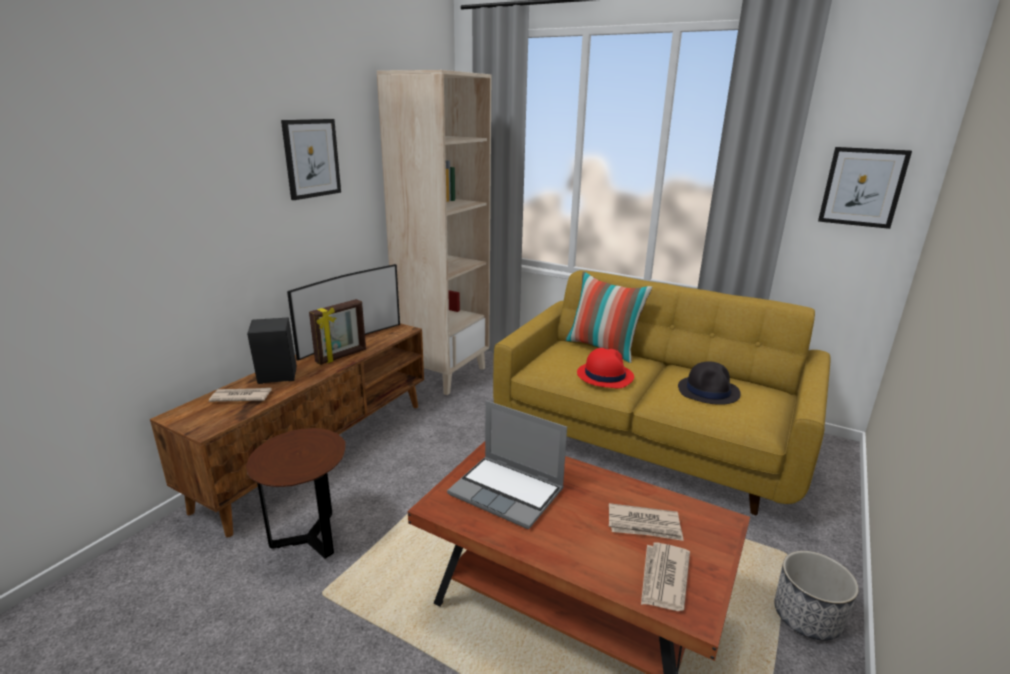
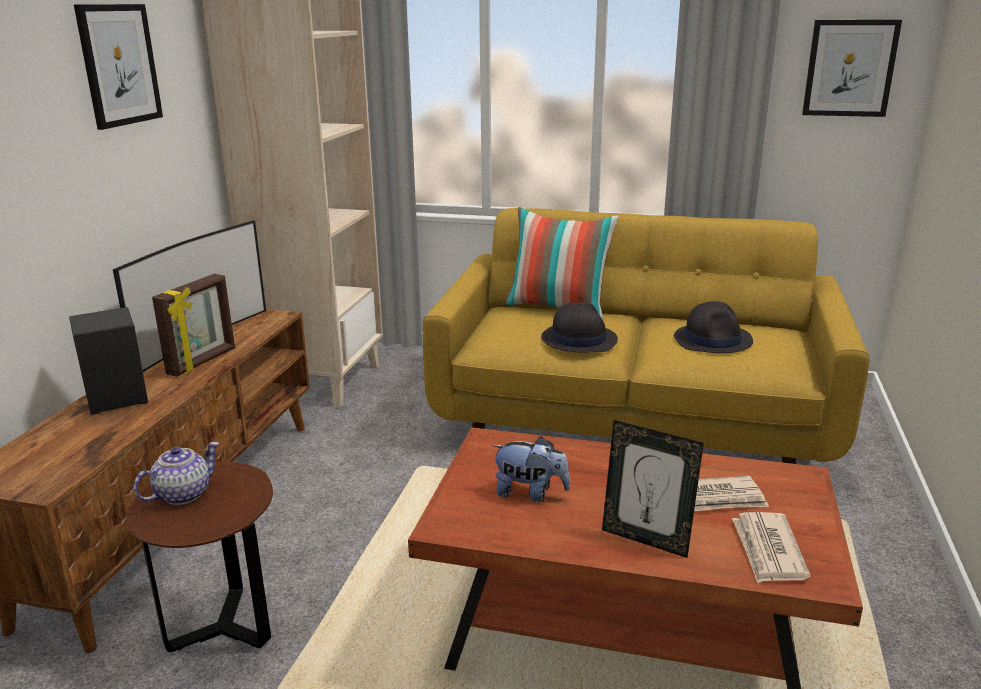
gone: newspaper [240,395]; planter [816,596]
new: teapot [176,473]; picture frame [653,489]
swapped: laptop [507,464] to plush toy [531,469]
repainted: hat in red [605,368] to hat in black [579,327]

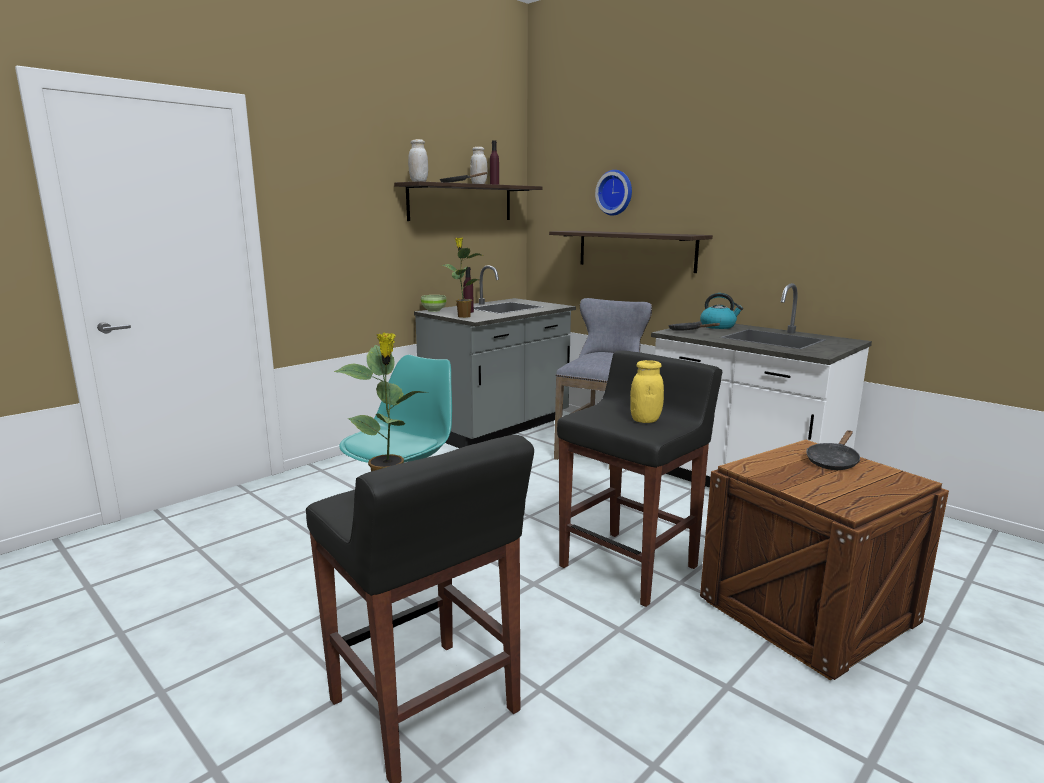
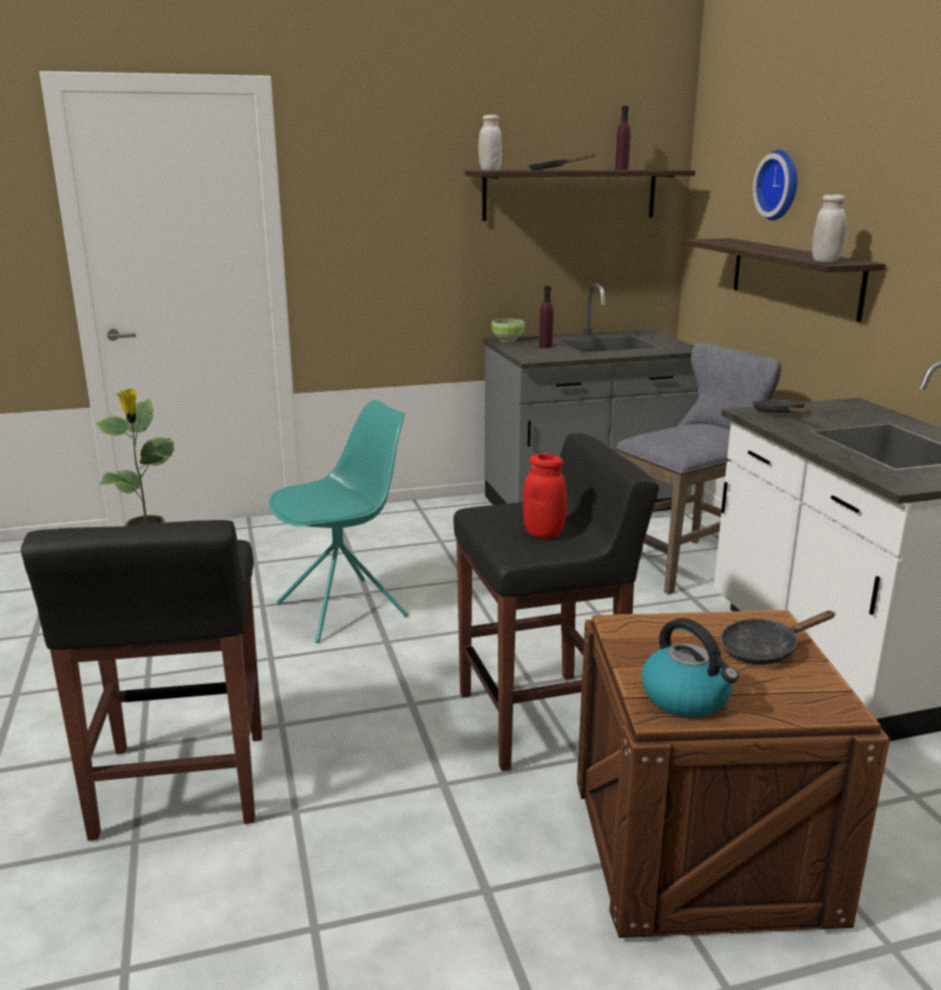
gone: potted plant [462,278]
shifted: kettle [721,311] to [690,667]; jar in white [478,165] to [829,228]
repainted: jar in yellow [647,391] to jar in red [545,496]

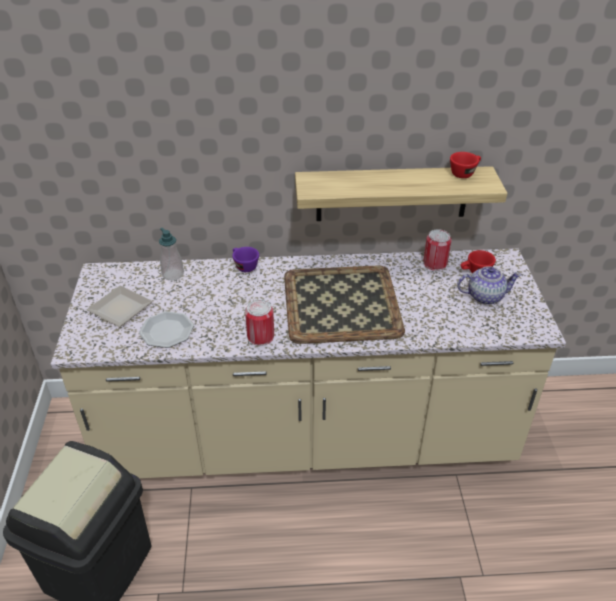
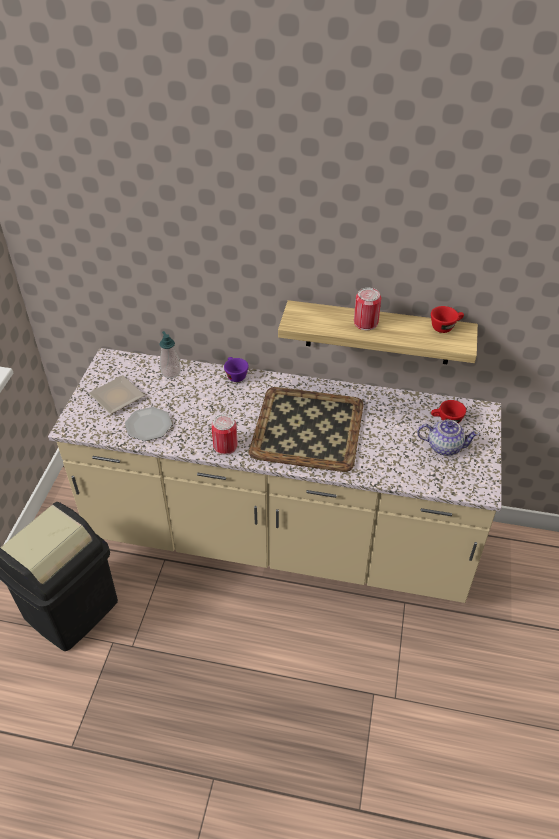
shifted: can [438,250] to [367,309]

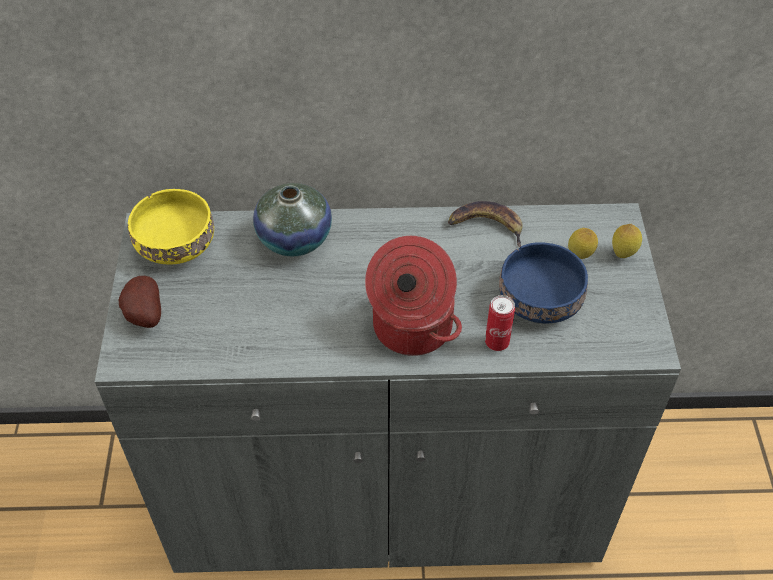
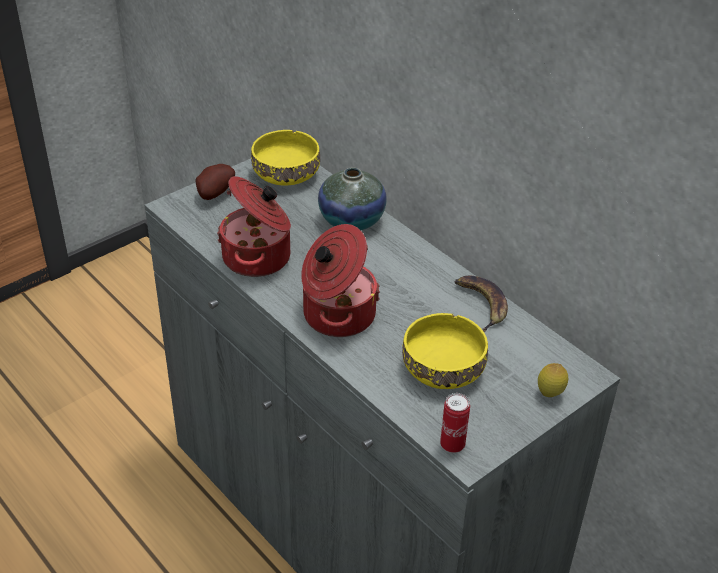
gone: lemon [583,243]
new: cooking pot [254,226]
shifted: can [500,323] to [455,423]
repainted: bowl in blue [543,282] to bowl in yellow [445,351]

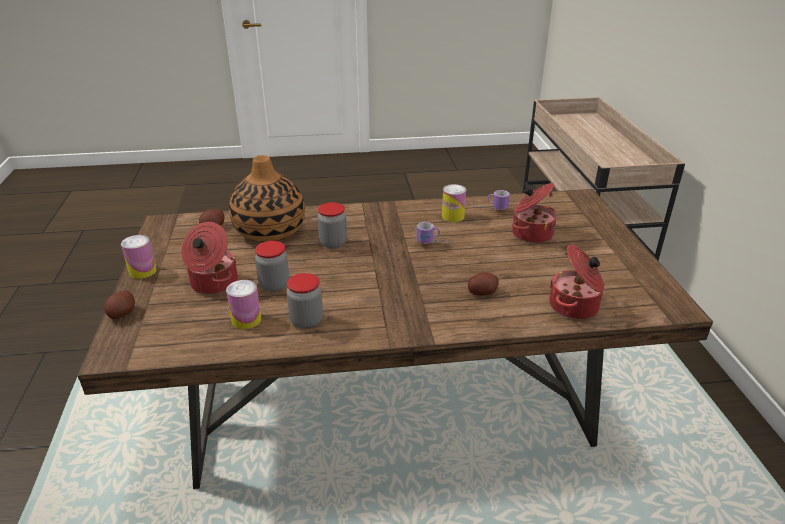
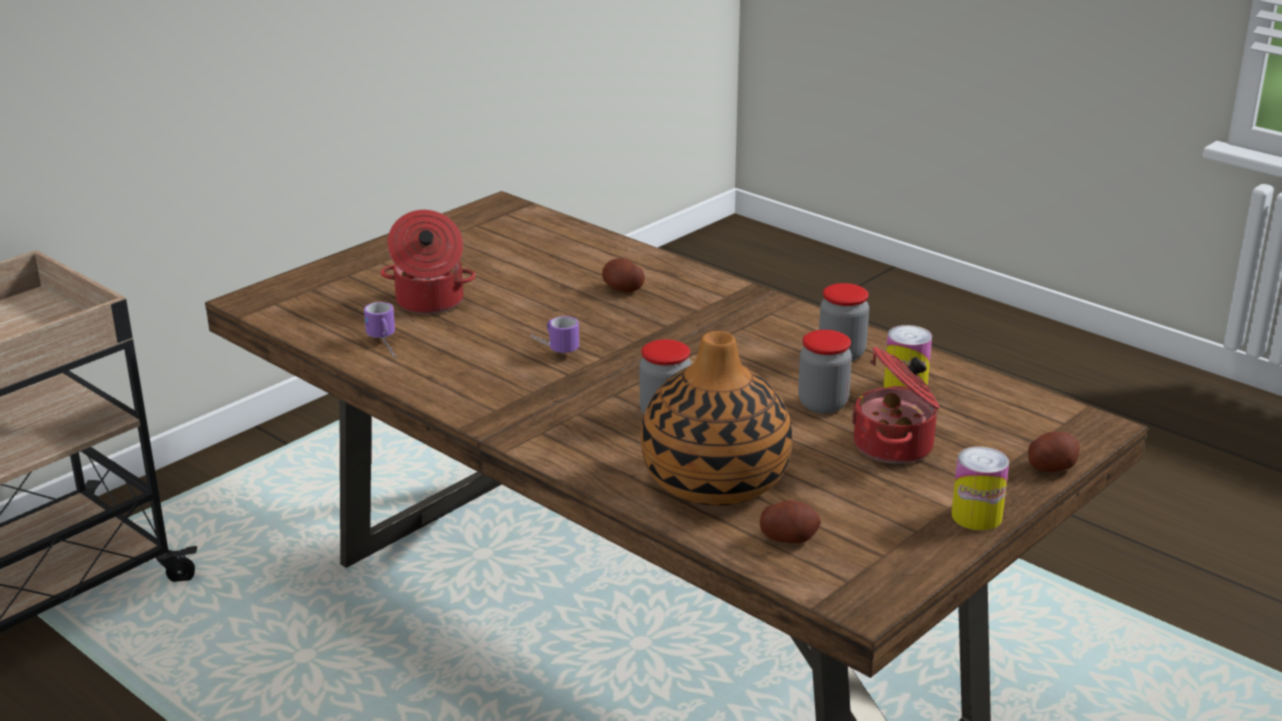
gone: can [454,203]; cooking pot [576,281]

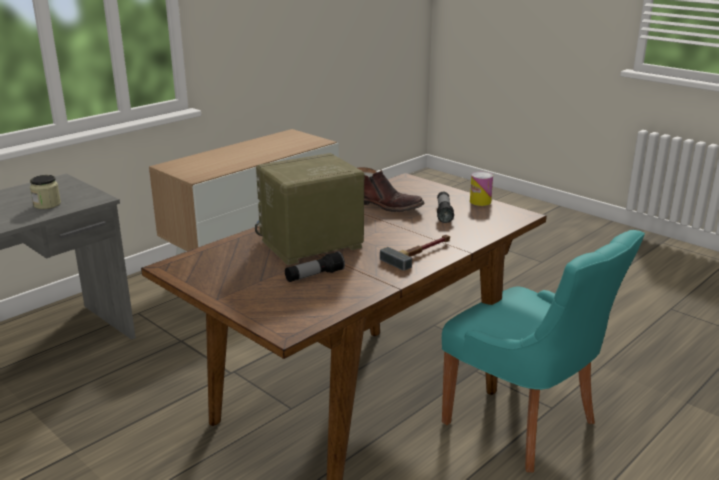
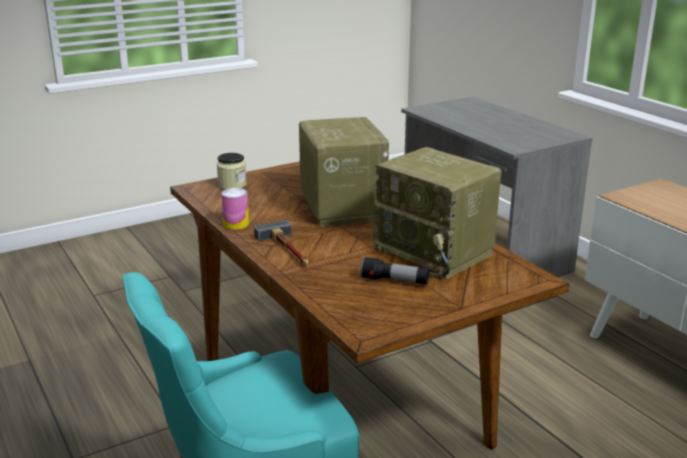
gone: flashlight [315,266]
shifted: jar [45,192] to [232,171]; can [481,189] to [235,209]
swapped: boot in brown [391,189] to radio [437,213]

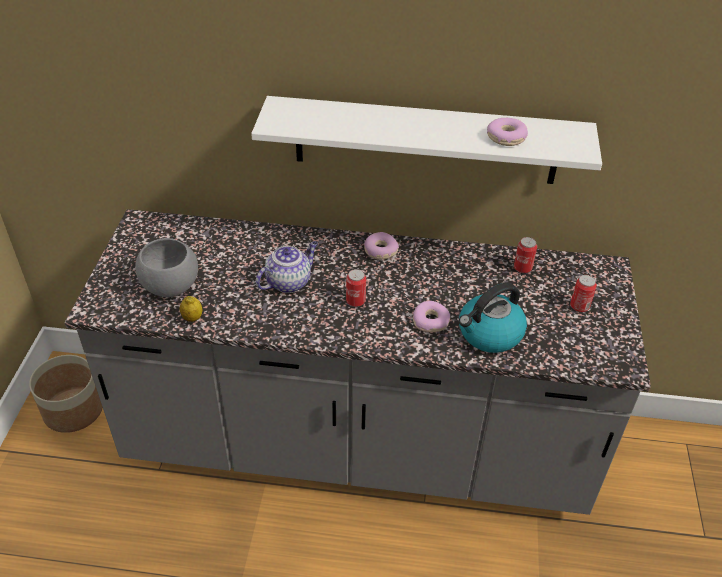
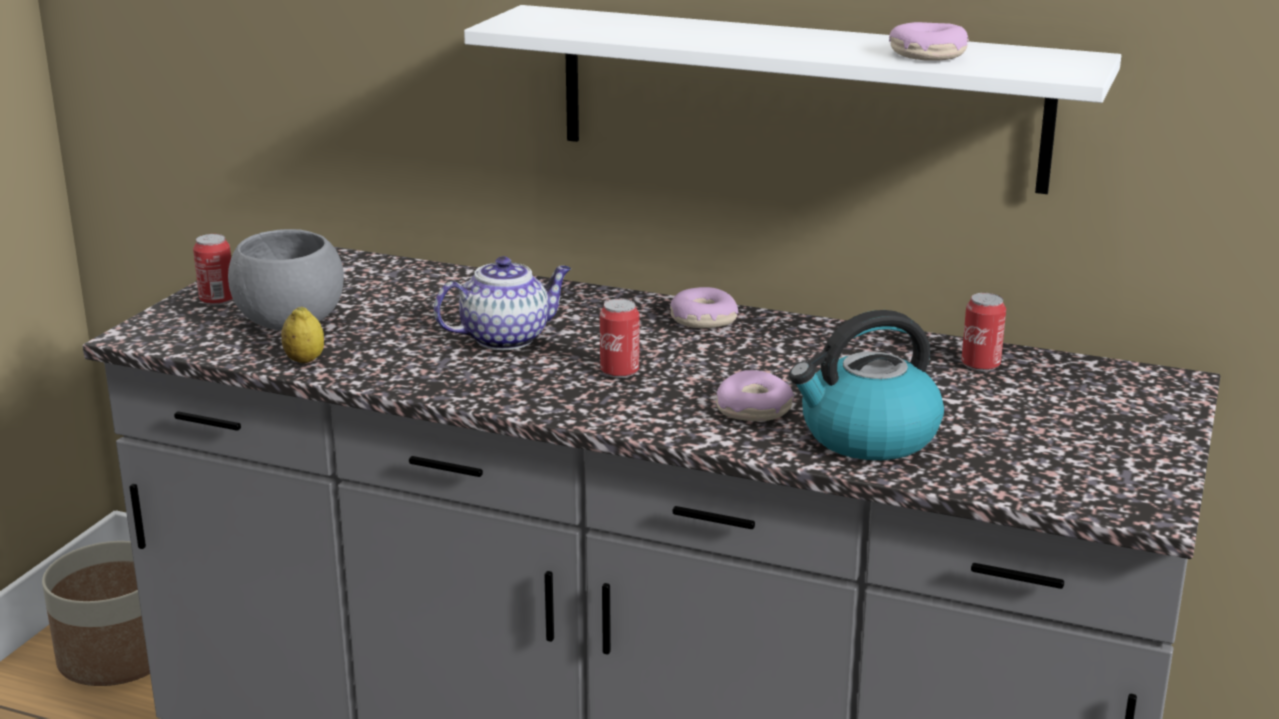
shifted: can [583,293] to [213,269]

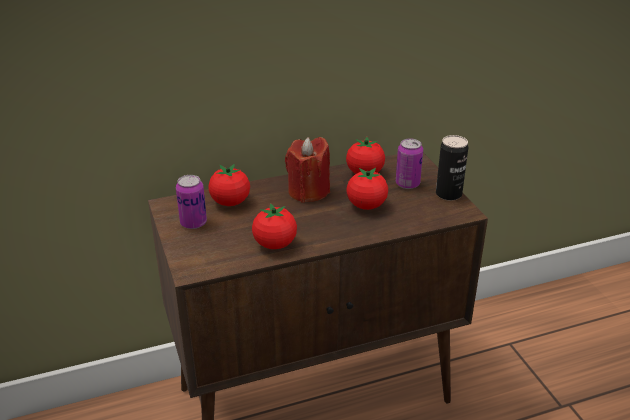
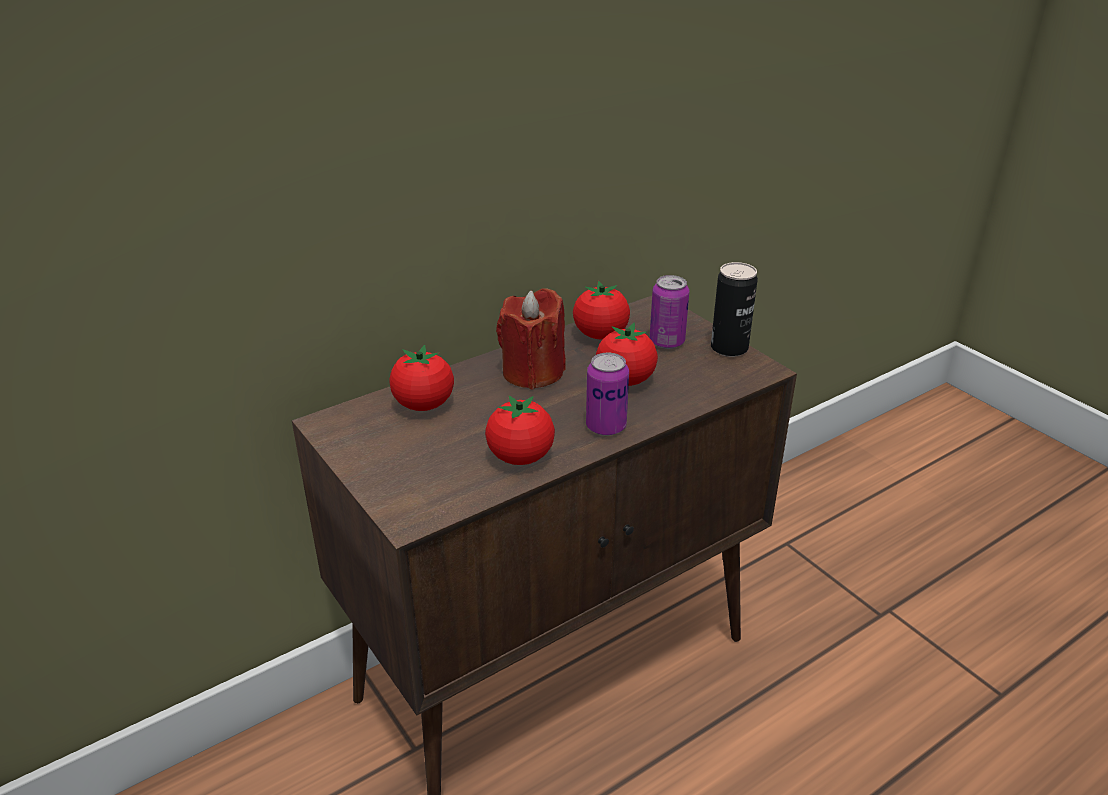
shifted: can [191,202] to [607,394]

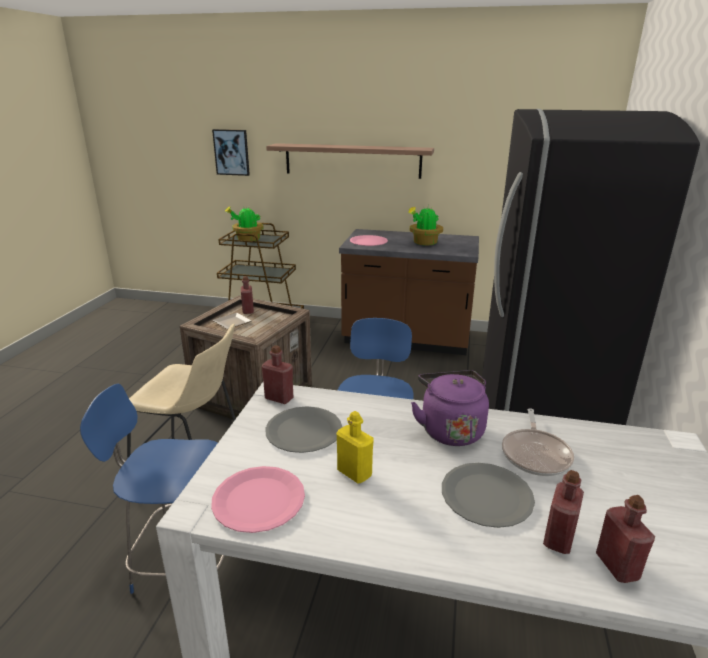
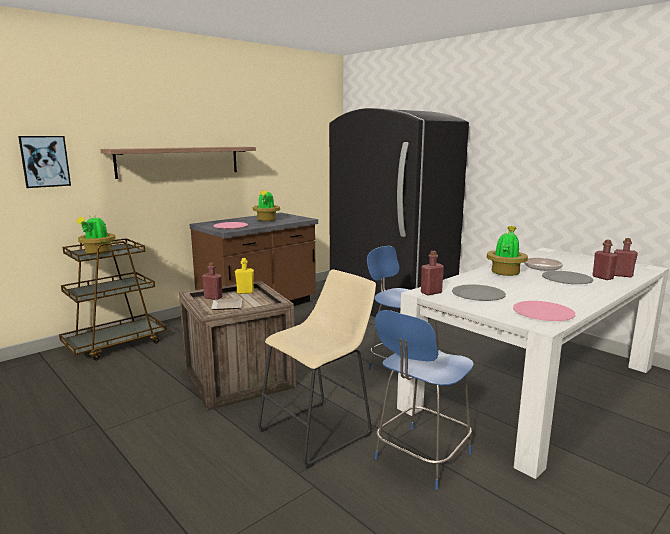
shifted: bottle in yellow [355,447] to [244,276]
swapped: kettle in purple [450,408] to potted plant [507,251]

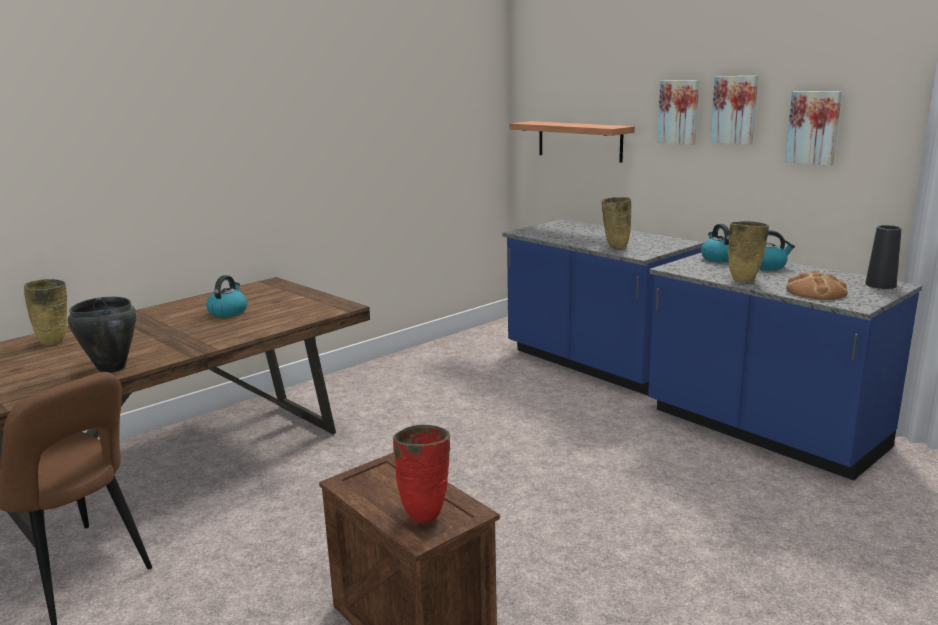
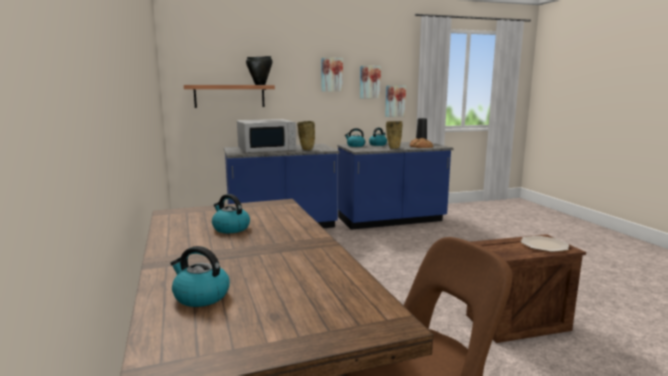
new: microwave in white [266,136]
shifted: cooking pot in black [102,335] to [259,70]; picture [678,112] to [395,101]
swapped: vase in beige [45,312] to kettle [200,276]; vase in red [421,474] to plate [545,244]

